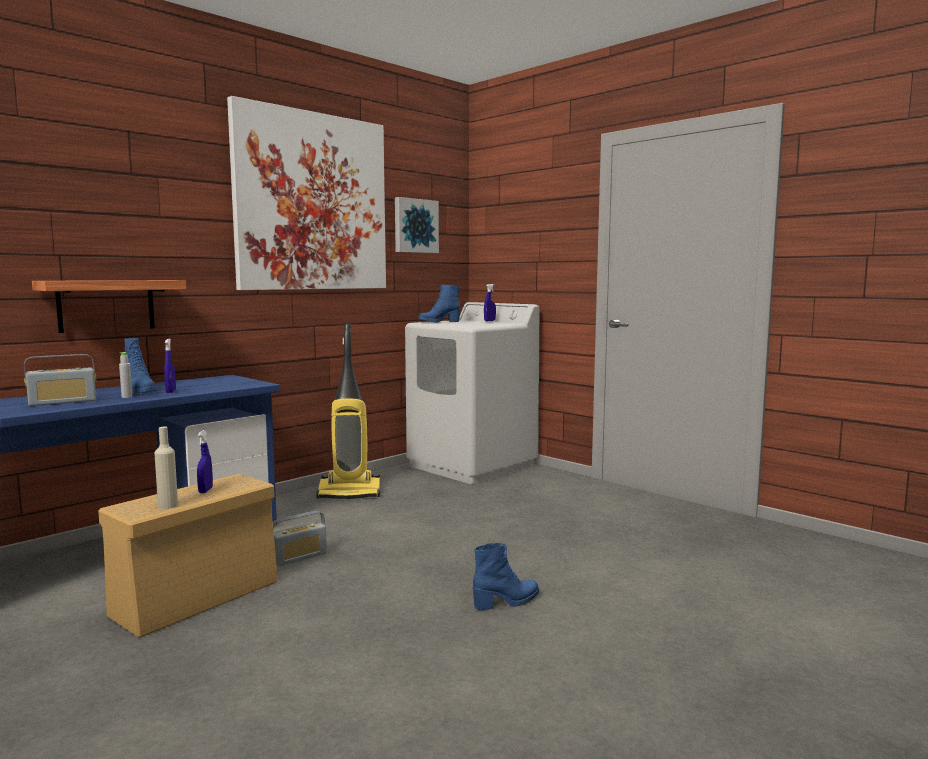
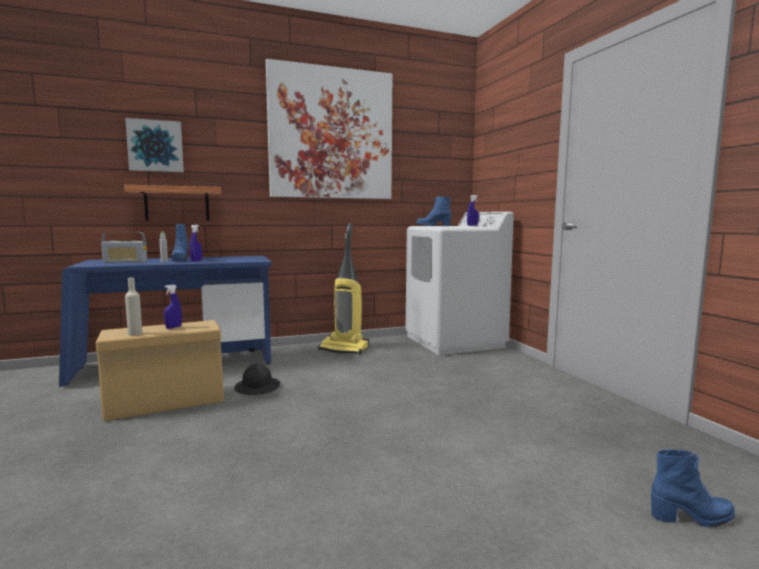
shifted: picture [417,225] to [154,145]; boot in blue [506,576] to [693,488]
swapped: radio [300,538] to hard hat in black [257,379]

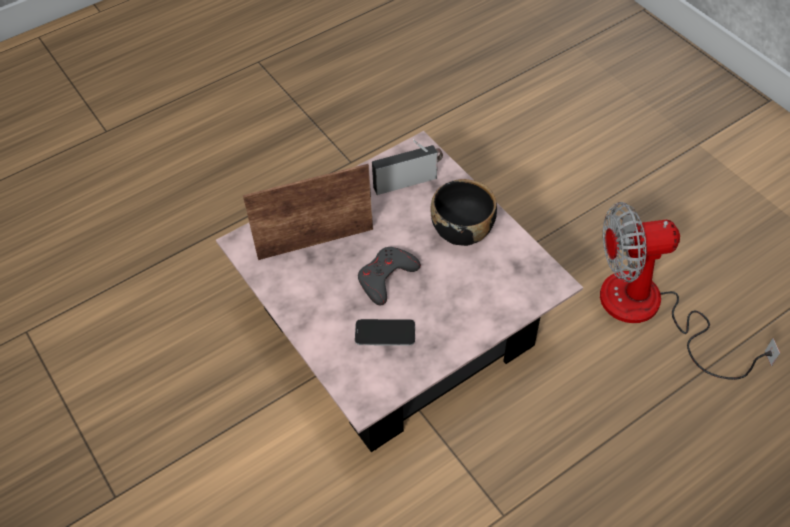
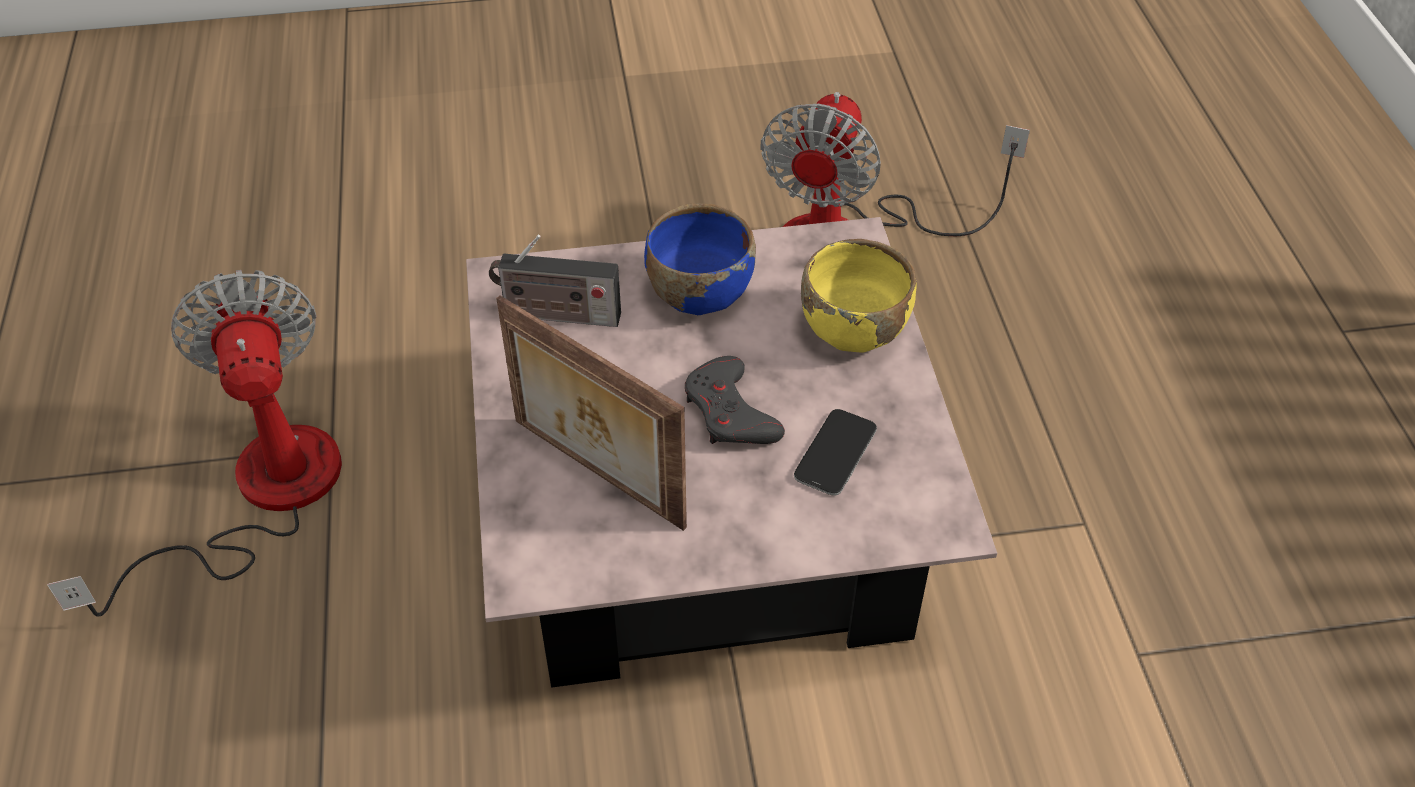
new: fan [194,443]; bowl in yellow [859,296]
repainted: bowl in black [464,212] to bowl in blue [700,259]
rotated: radio [407,167] = [555,281] 90 degrees counterclockwise; picture frame [308,212] = [591,413] 60 degrees counterclockwise

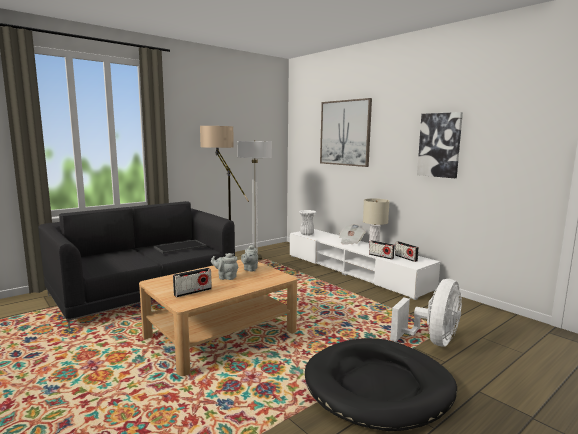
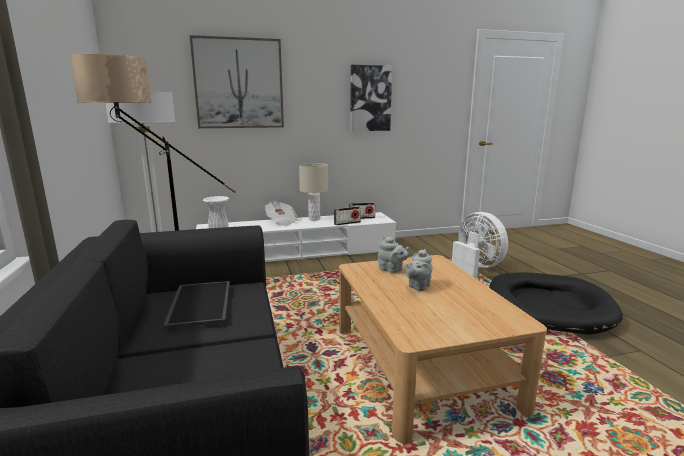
gone: radio [192,282]

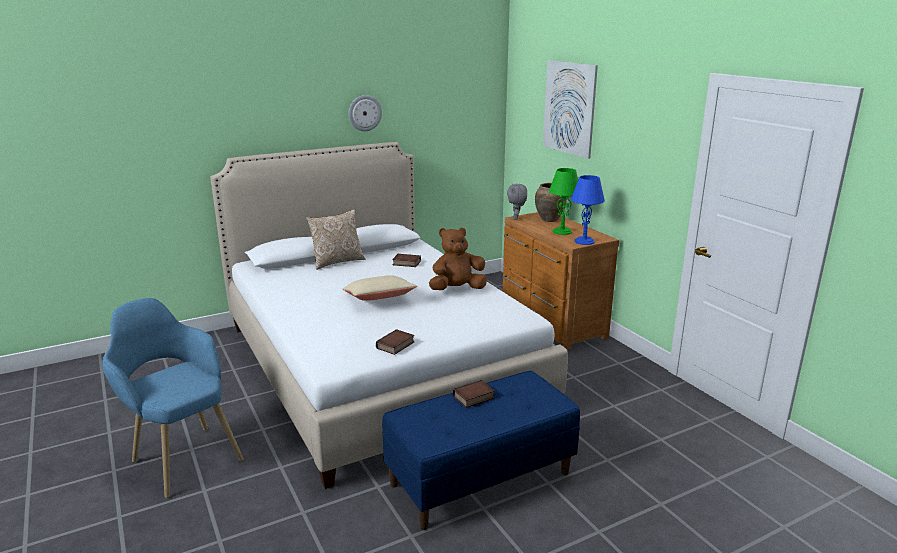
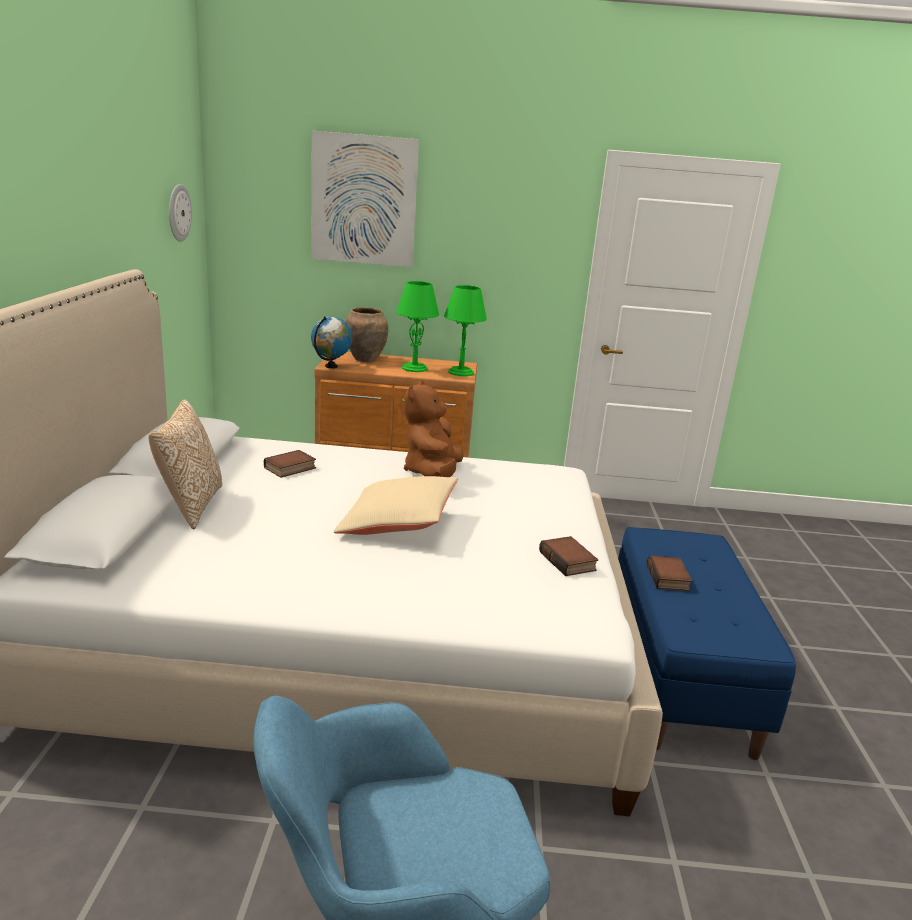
shifted: wall clock [365,113] to [180,213]
swapped: plush toy in grey [517,202] to globe [331,342]
repainted: table lamp in blue [588,210] to table lamp in green [465,330]

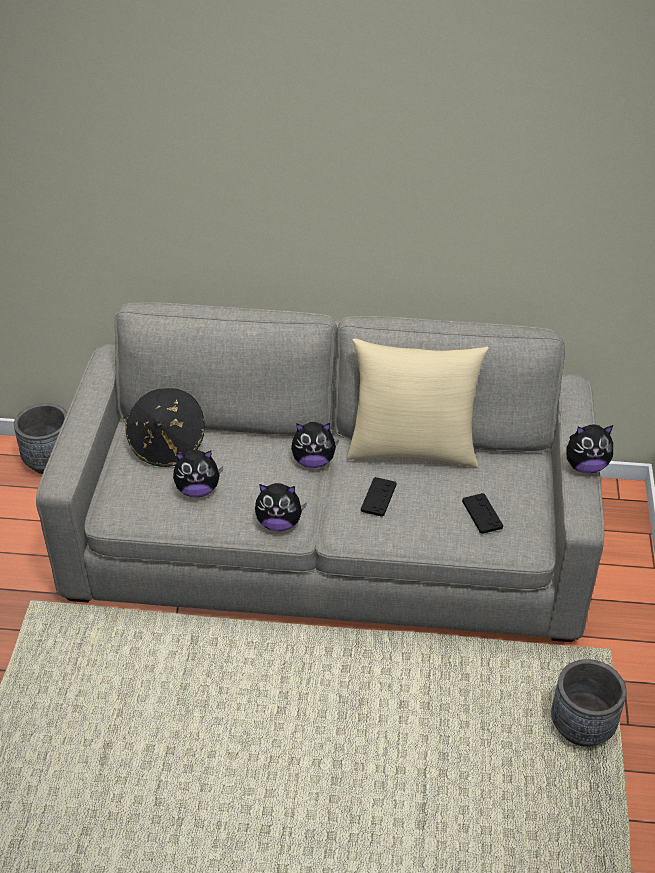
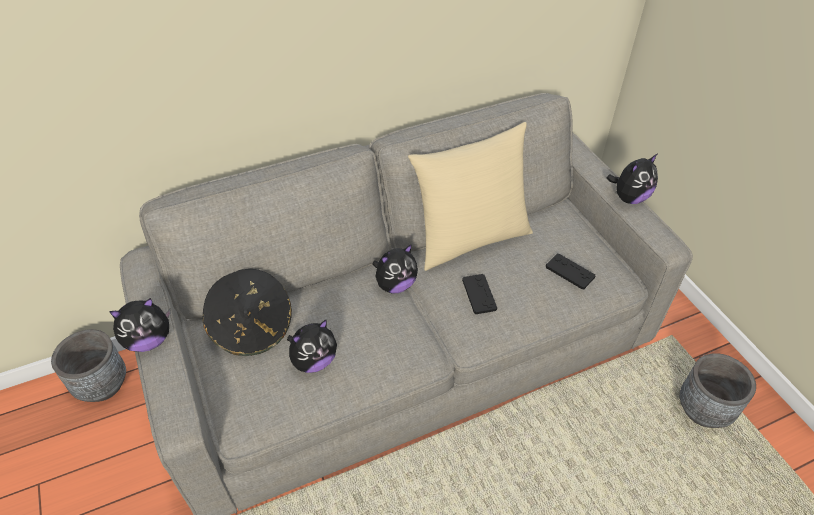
shifted: plush toy [281,507] to [140,325]

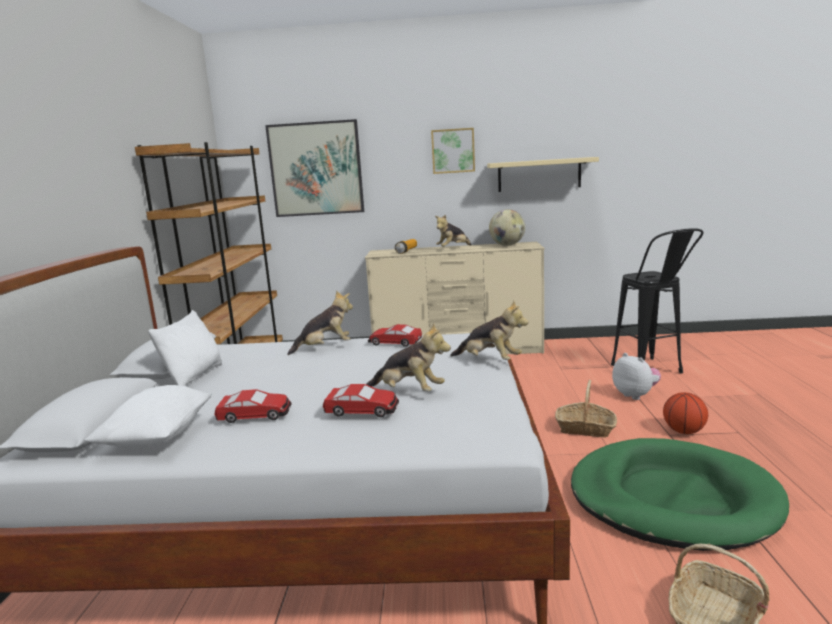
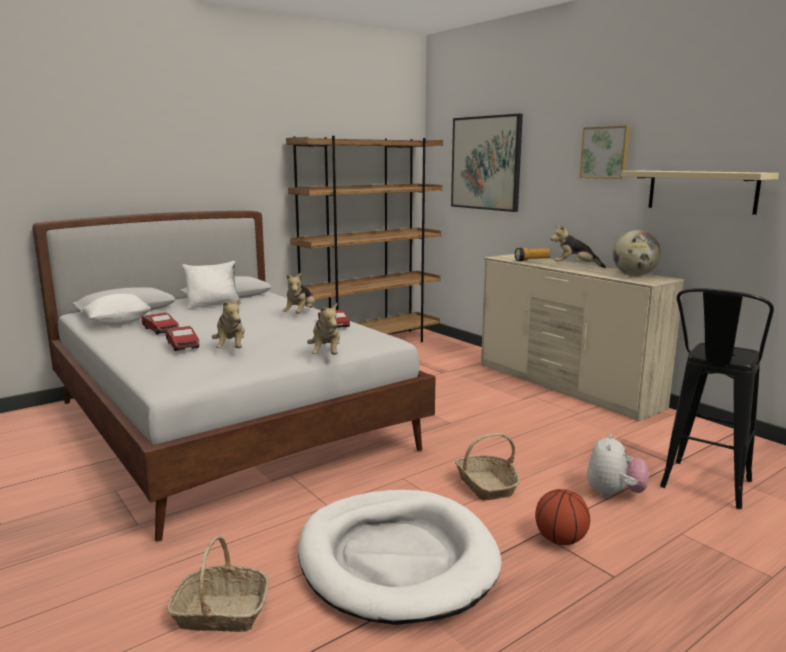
repainted: dog bed in green [680,494] to dog bed in white [400,557]
rotated: plush toy [320,323] = [299,293] 75 degrees clockwise

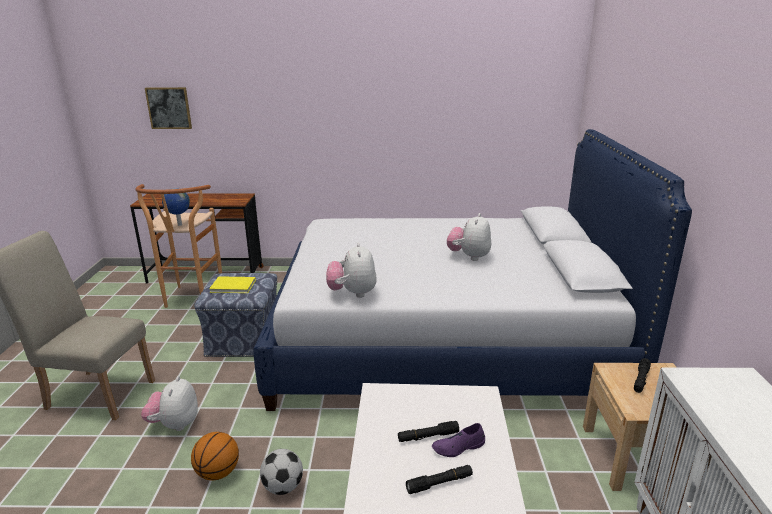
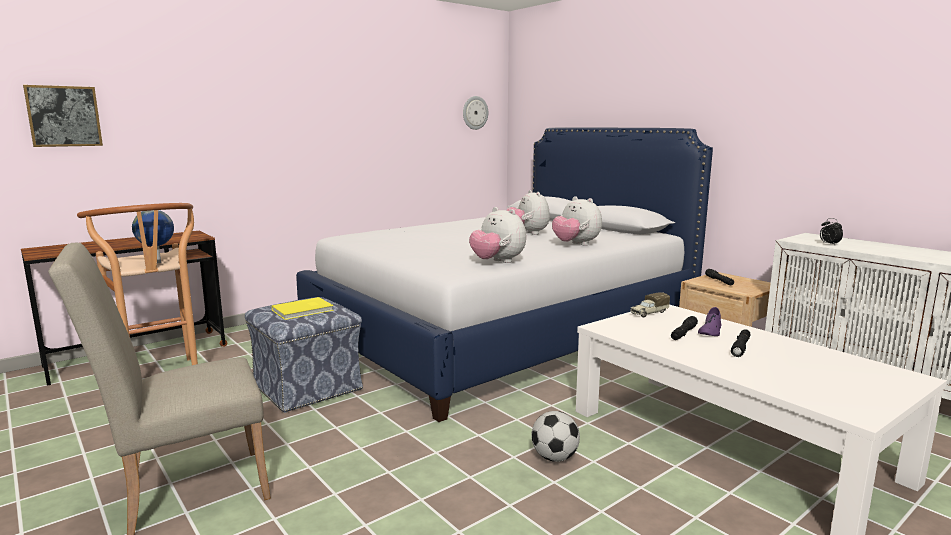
gone: basketball [215,456]
new: wall clock [475,113]; toy truck [650,304]; alarm clock [831,231]
shifted: plush toy [169,403] to [577,221]

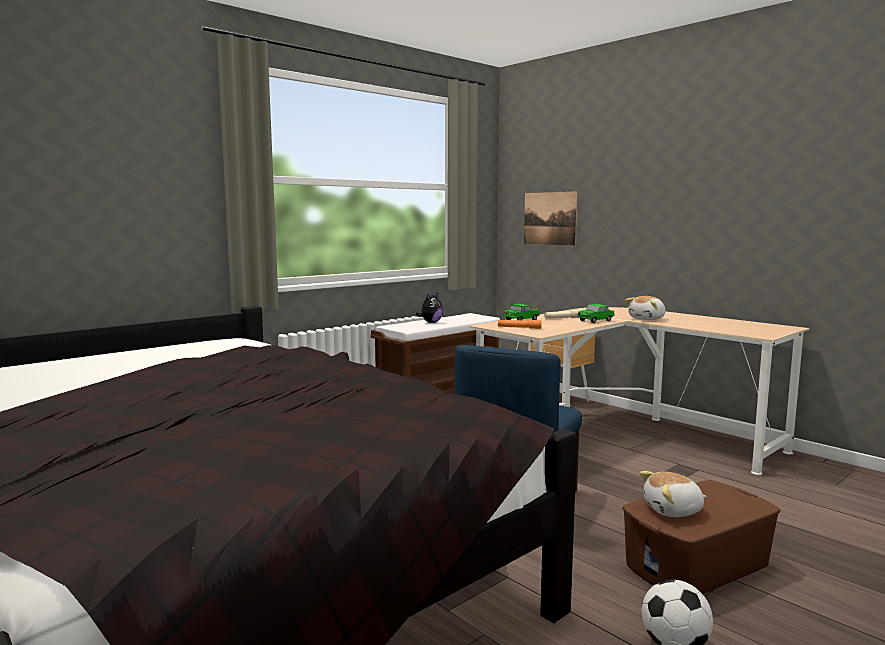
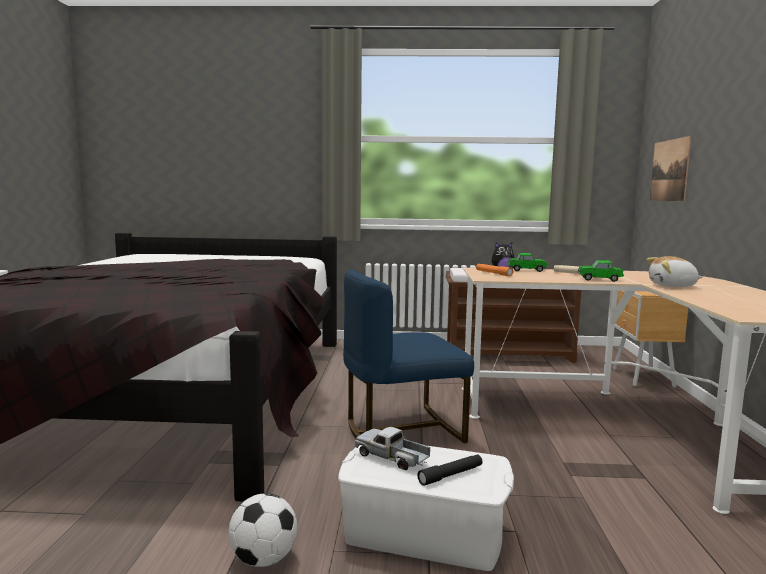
new: flashlight in black [449,470]
swapped: plush toy [673,494] to toy truck [392,448]
repainted: storage box in brown [701,537] to storage box in white [426,508]

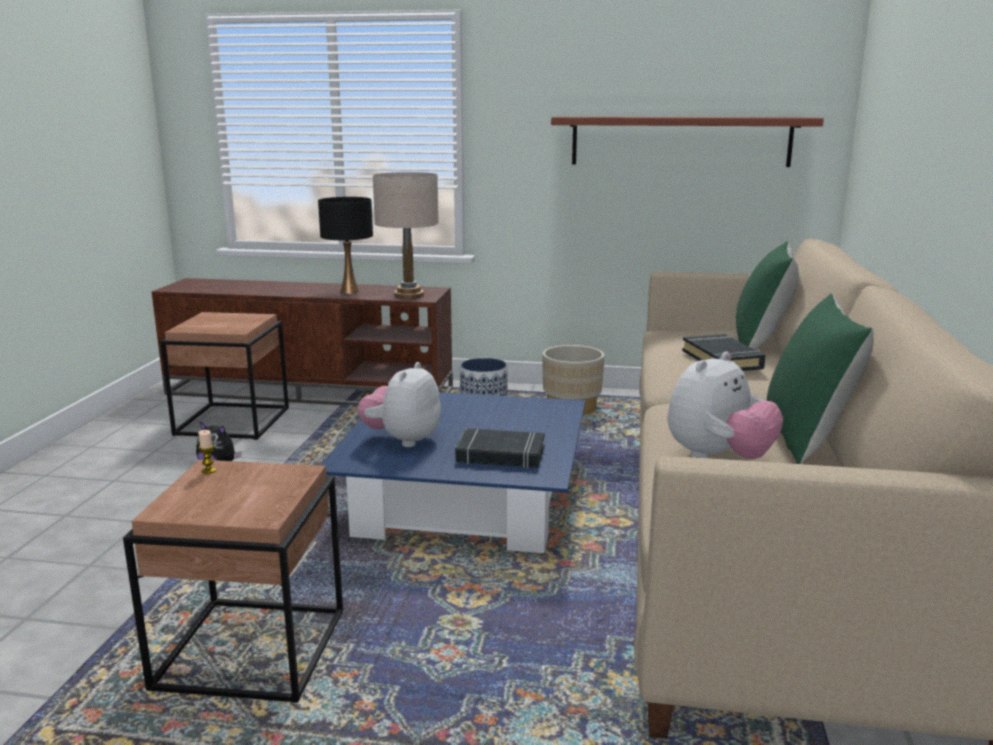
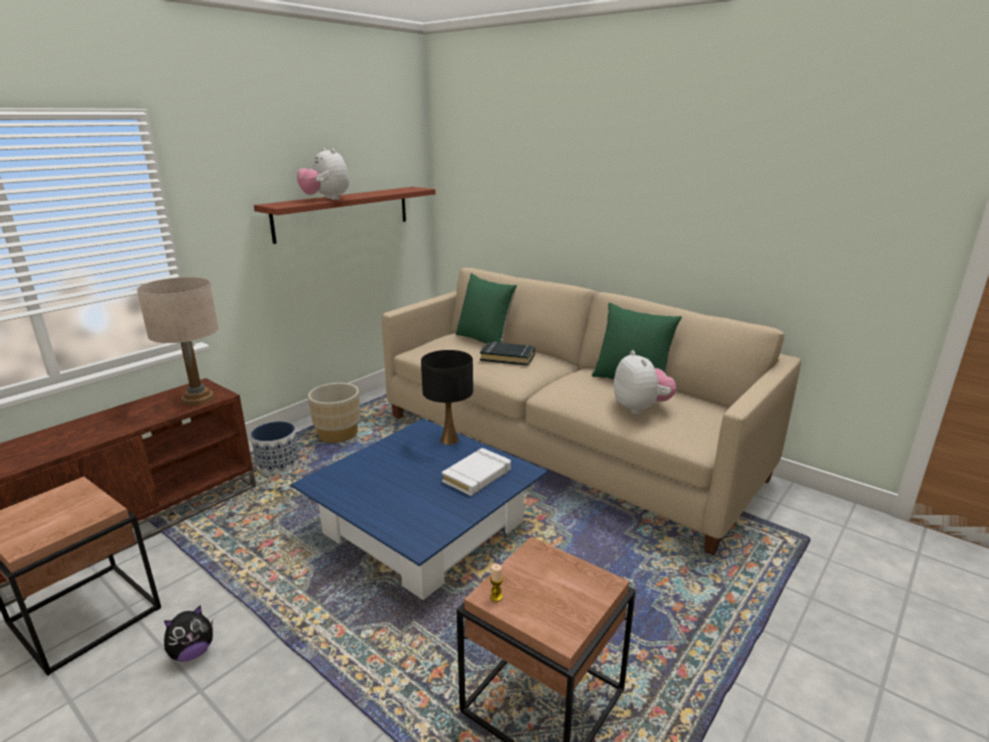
shifted: plush toy [399,404] to [323,174]; table lamp in black [345,245] to [447,397]
repainted: book in black [500,448] to book in white [476,472]

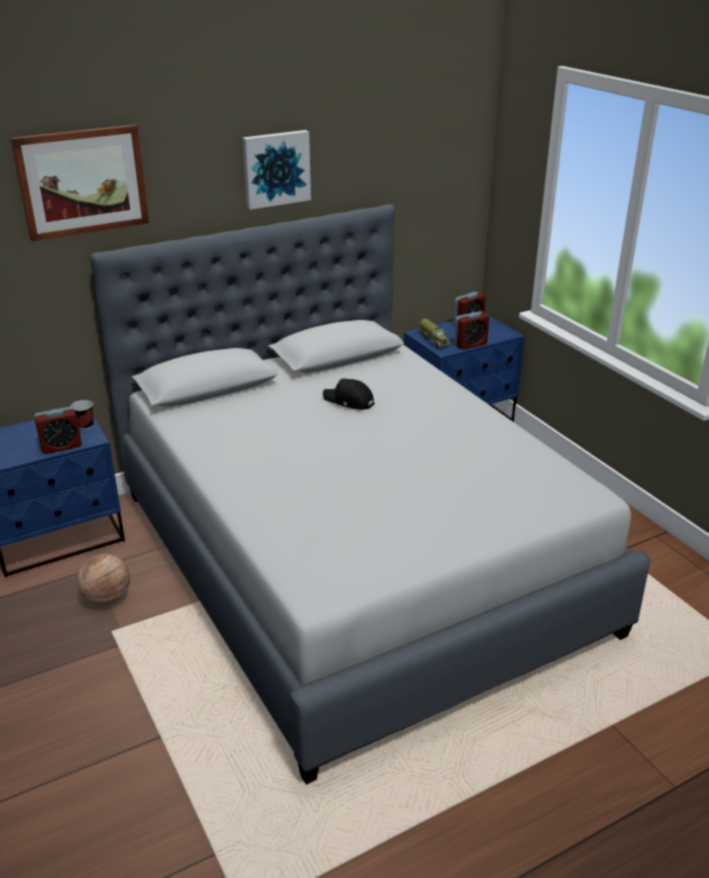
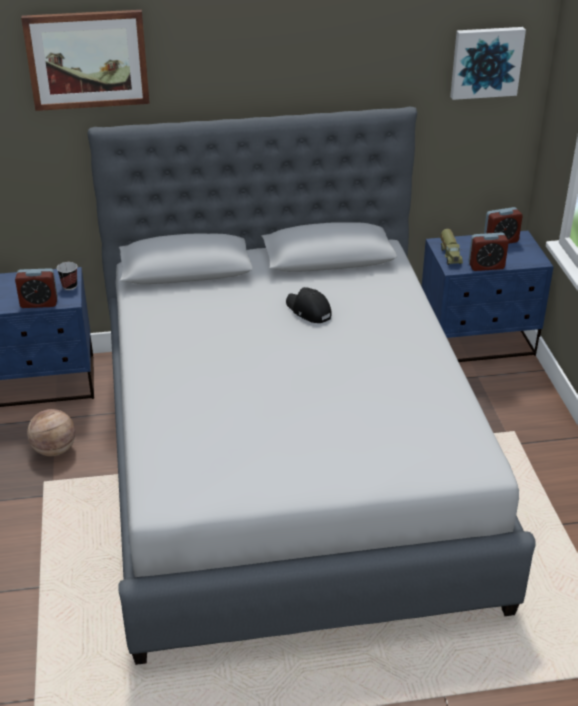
shifted: picture [276,170] to [488,63]

